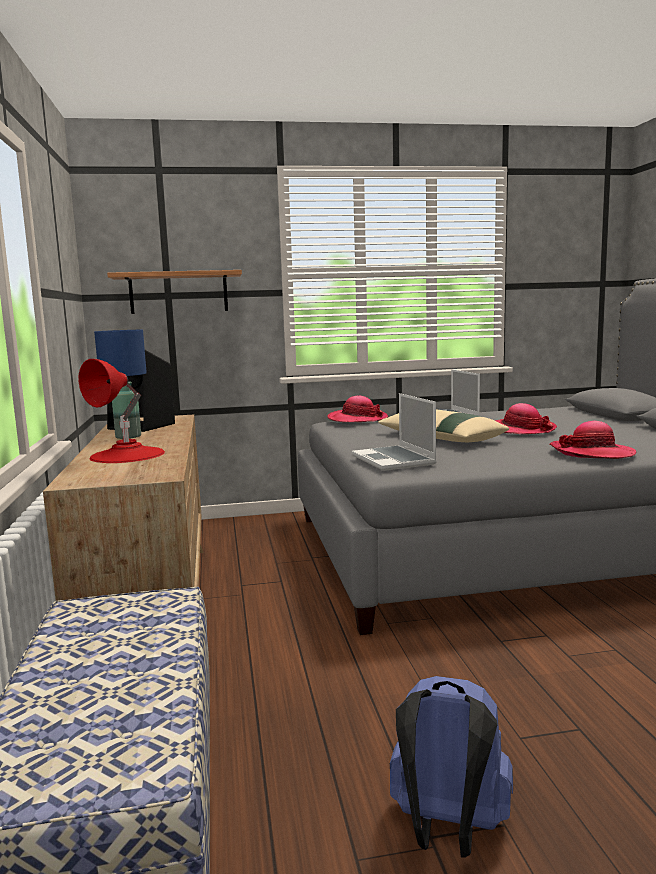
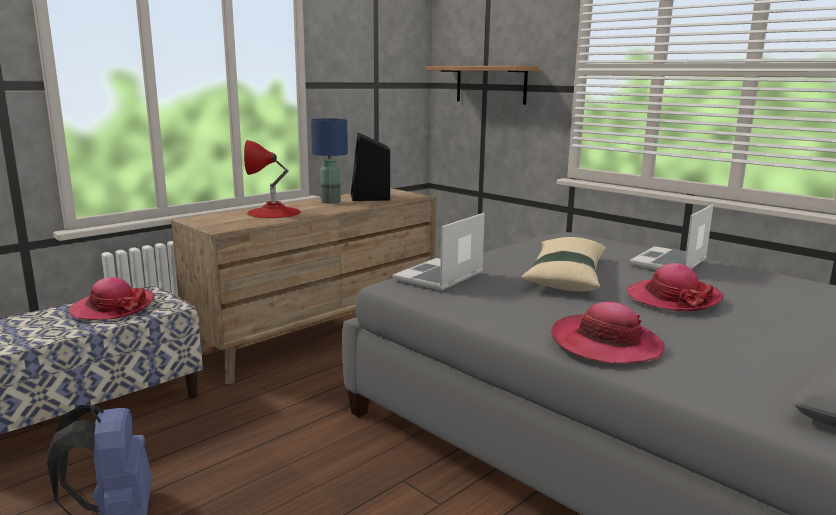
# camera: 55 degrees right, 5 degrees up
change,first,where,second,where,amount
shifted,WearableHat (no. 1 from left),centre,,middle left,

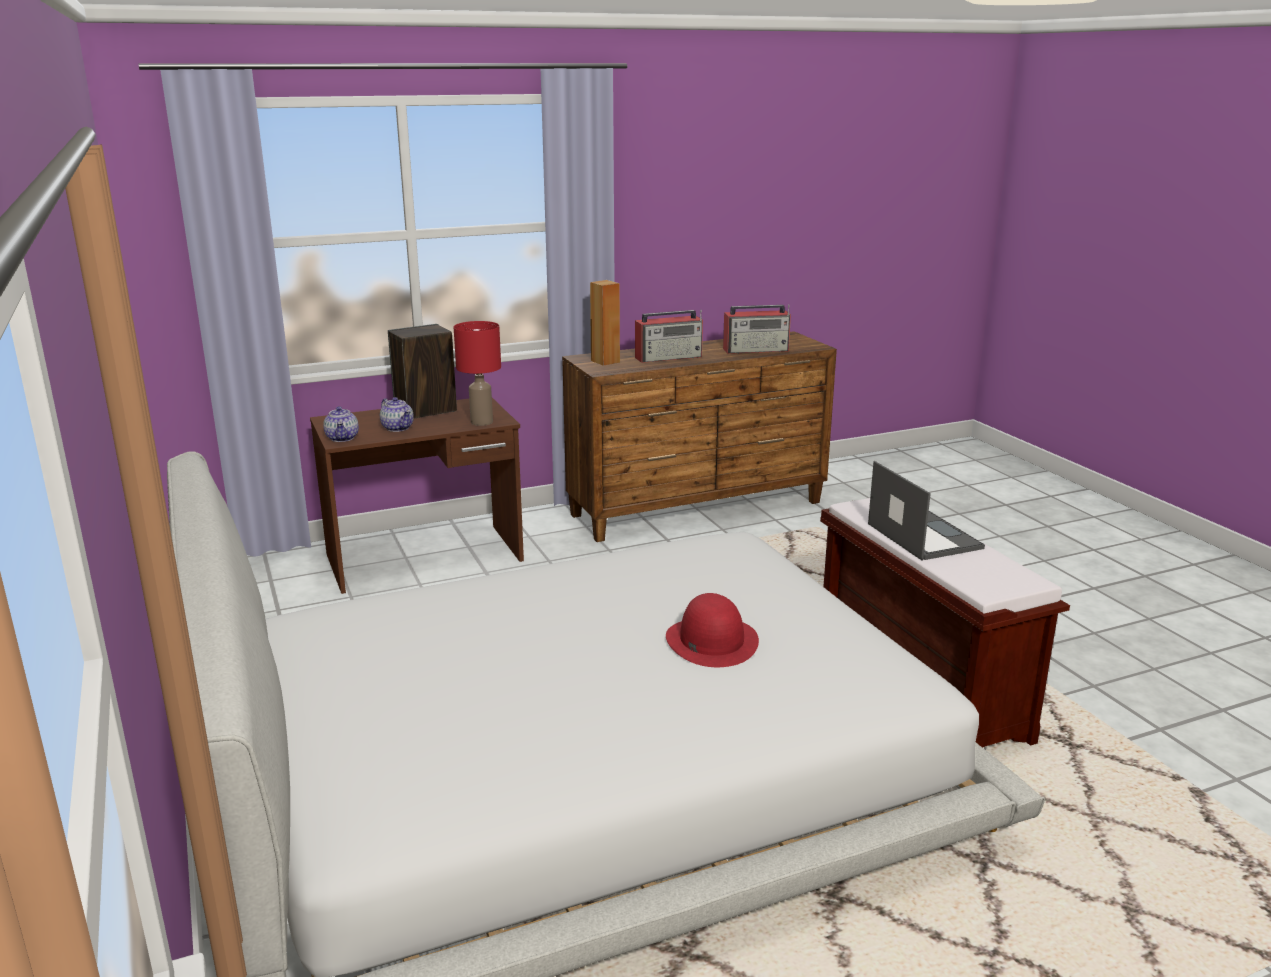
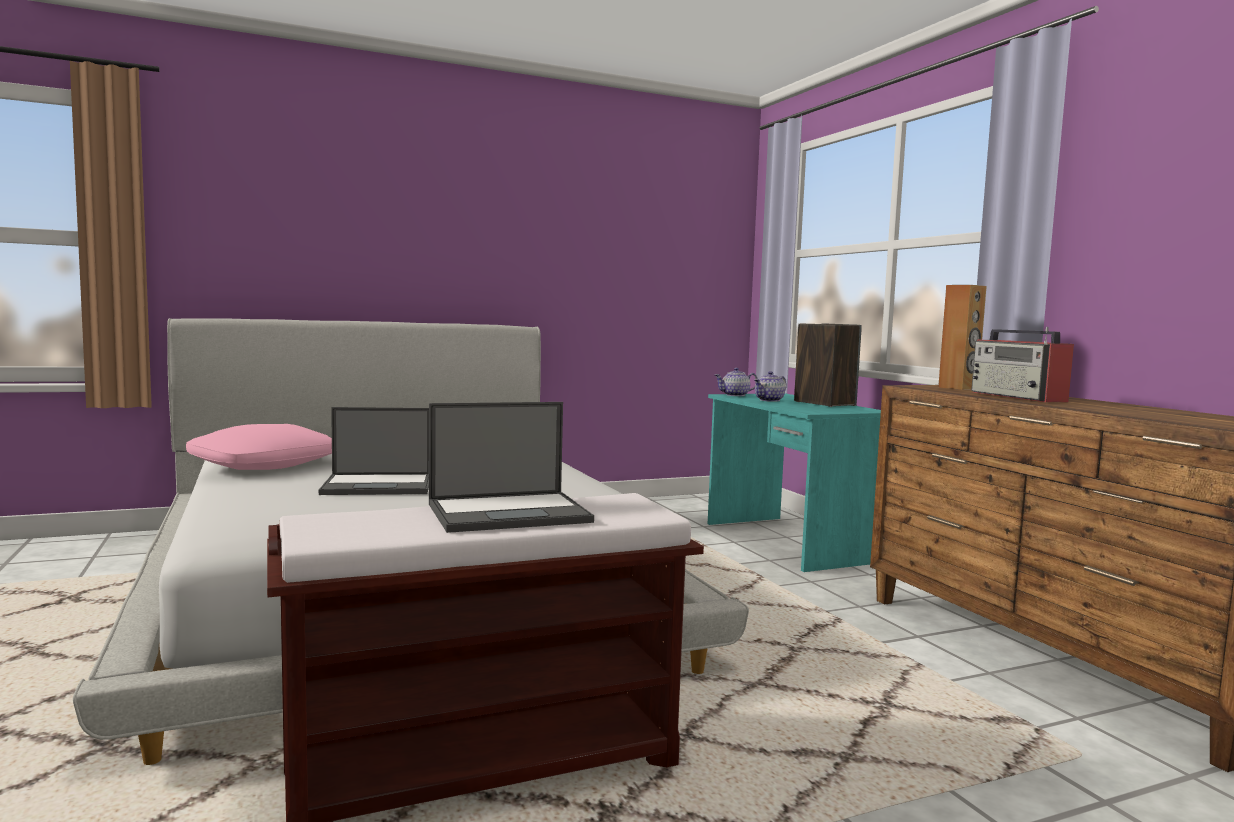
# camera: 90 degrees right, 15 degrees down
change,first,where,second,where,amount
repainted,BrownColouredDeskUnit,middle left,TurquoiseDeskUnit,centre,
gone,RedLampForATable,centre,,,
swapped,RedWearableHat,centre,NotebookComputer (no. 1 from left),middle left,
gone,RadioReceiver (no. 2 from left),centre,,,
new,,,PinkishCushion,middle left,

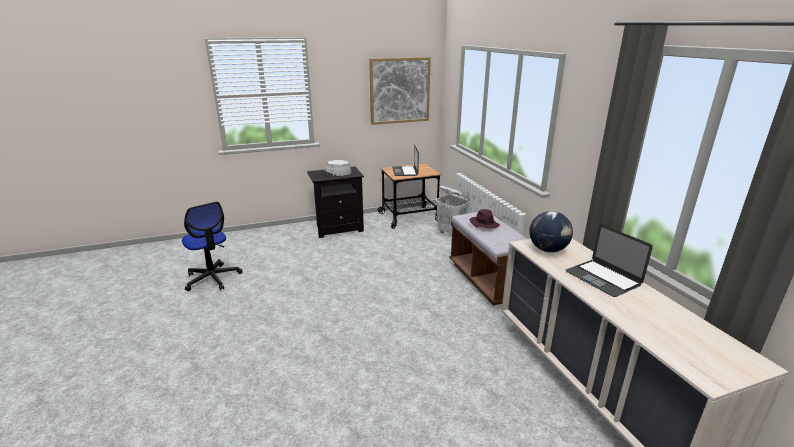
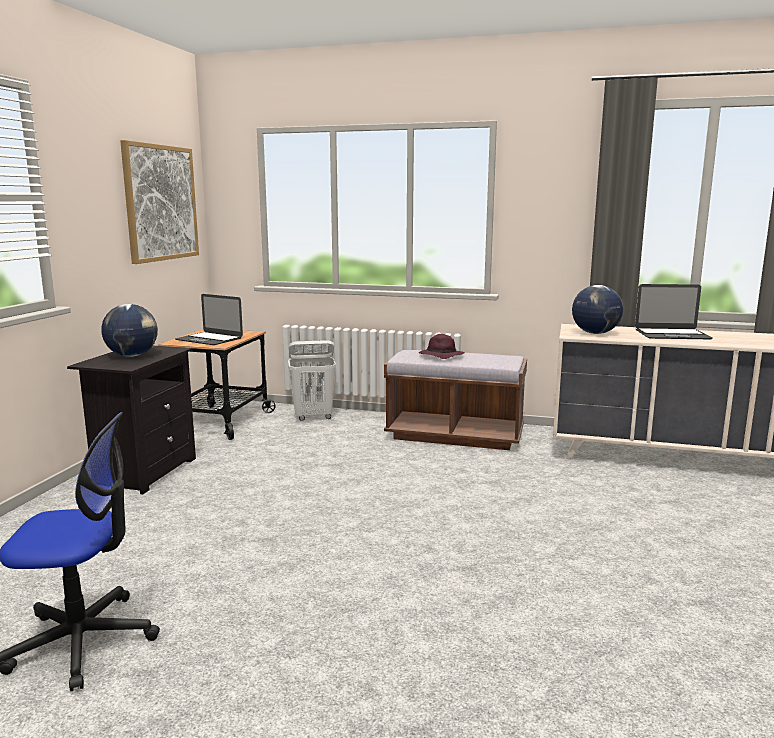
# camera: 55 degrees left, 10 degrees down
change,first,where,second,where,amount
swapped,GreyishWearableHat,centre,DeskGlobe (no. 1 from left),middle left,

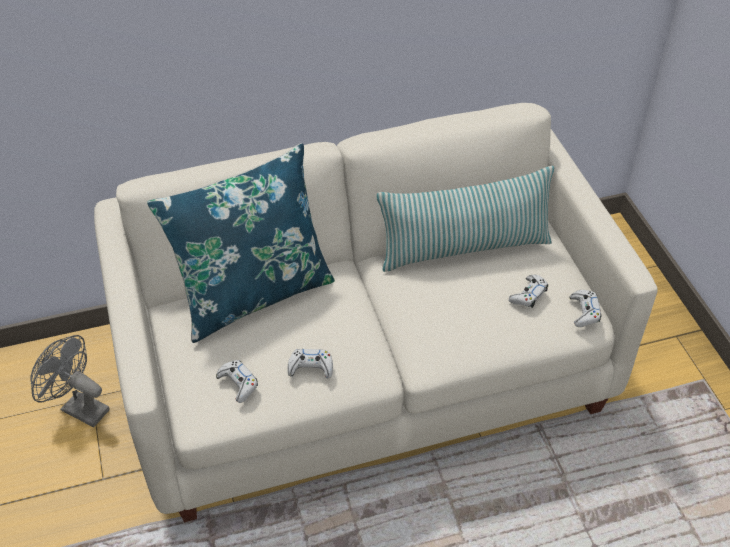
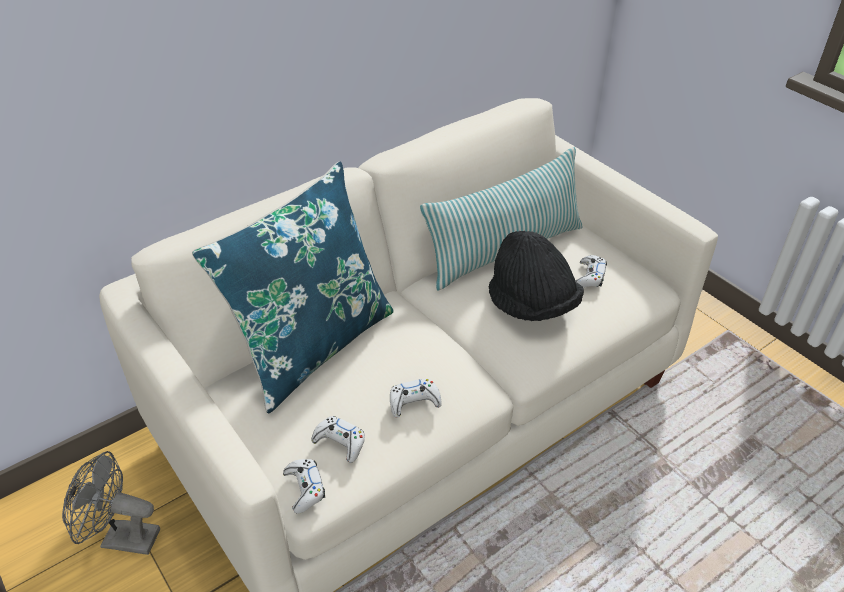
# camera: 20 degrees left, 5 degrees down
change,first,where,second,where,amount
shifted,WhiteColouredJoypad (no. 4 from left in the first image),middle right,WhiteColouredJoypad (no. 1 from left),bottom centre,
new,,,BlackishWearableHat,centre,

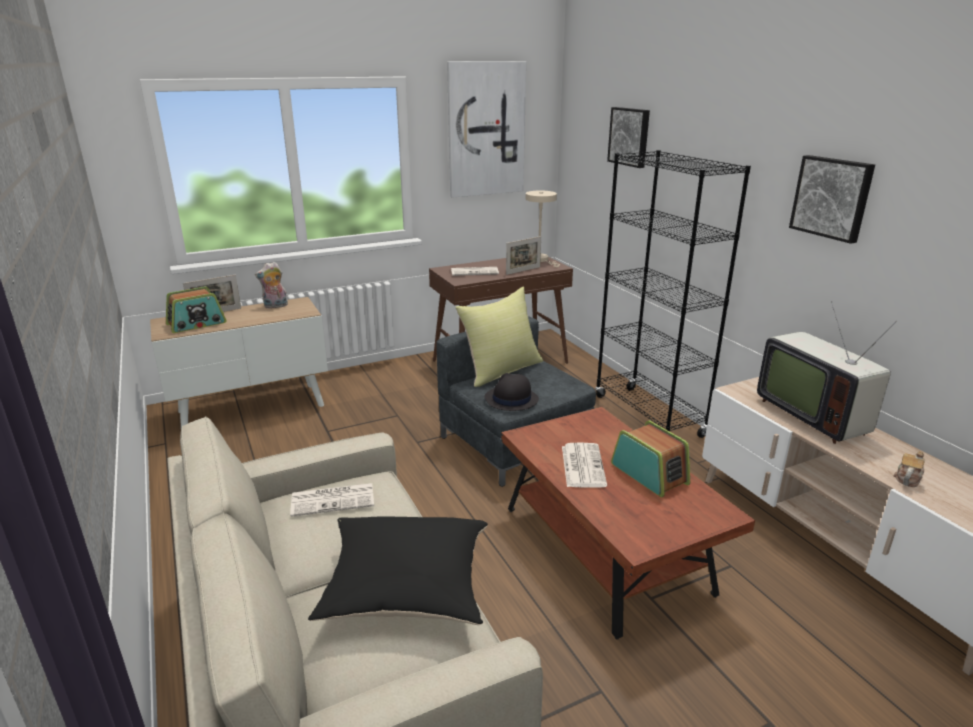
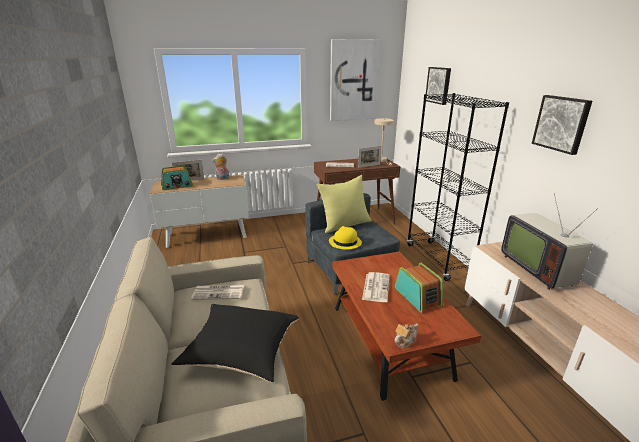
# camera: 10 degrees right, 0 degrees up
change,first,where,second,where,amount
repainted,BlackishWearableHat,centre,YellowishWearableHat,centre,
shifted,PotForTea,middle right,,bottom centre,

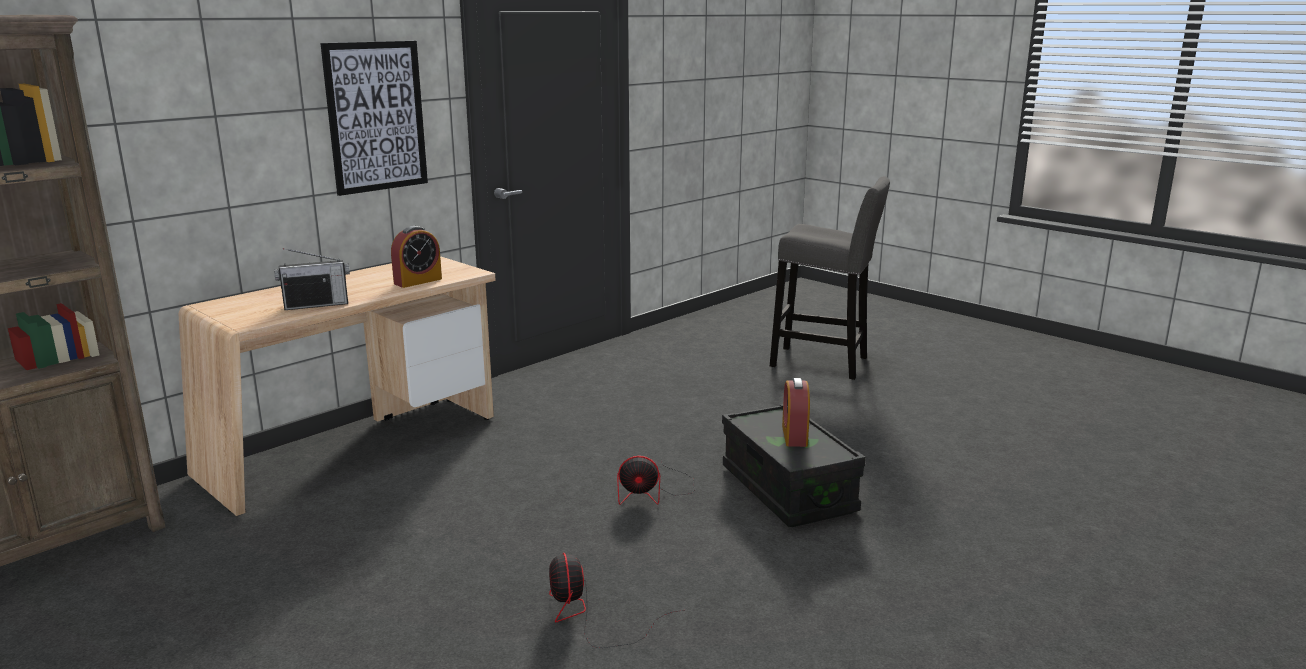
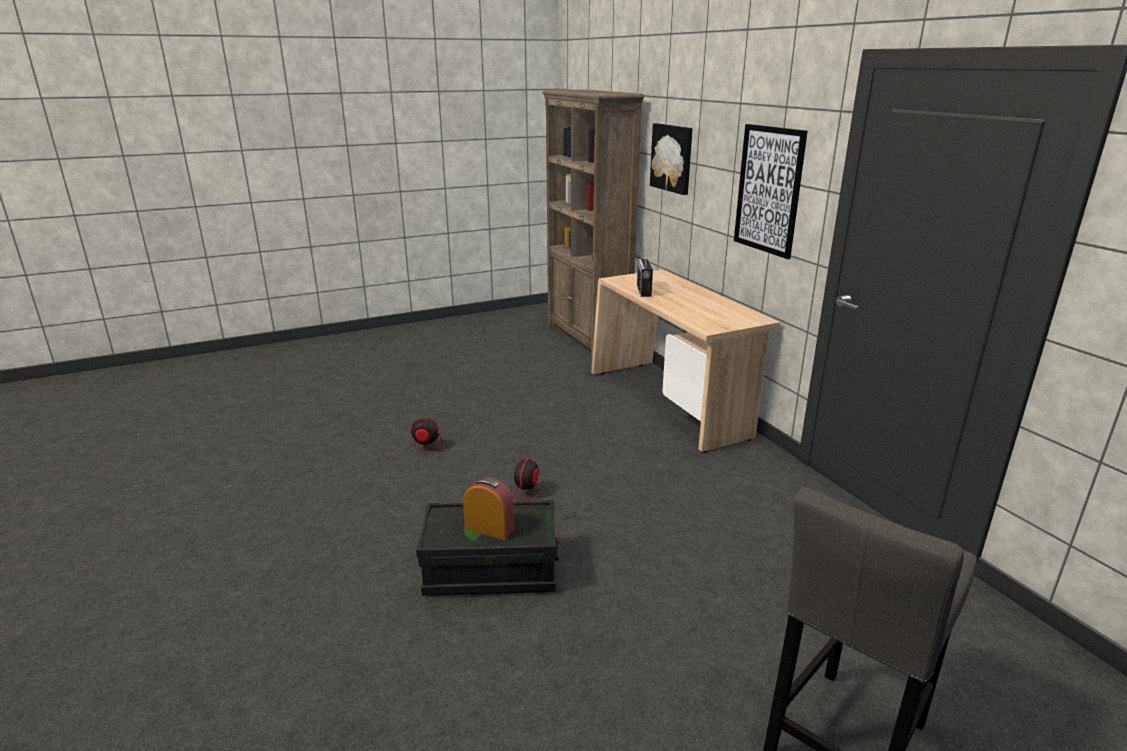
# camera: 110 degrees right, 5 degrees up
change,first,where,second,where,amount
gone,BedsideClock (no. 1 from left),middle left,,,
new,,,Picture (no. 1 from left),top centre,

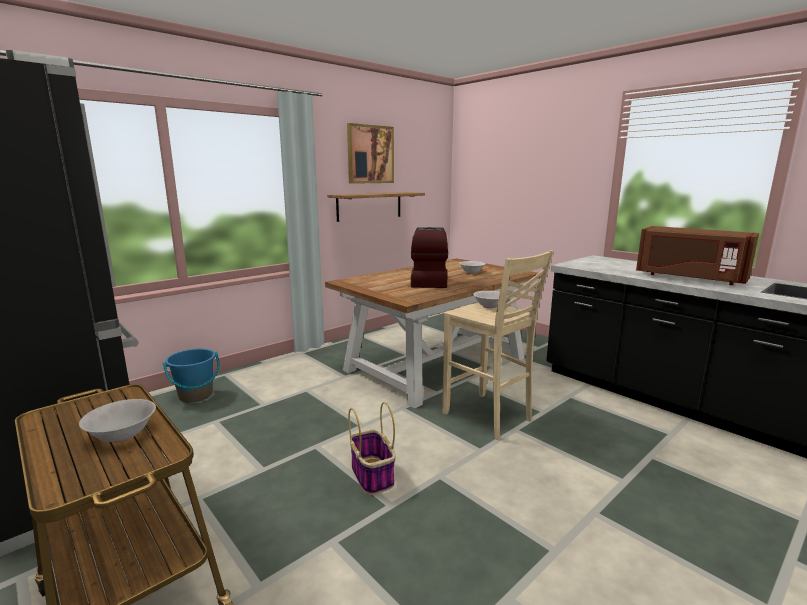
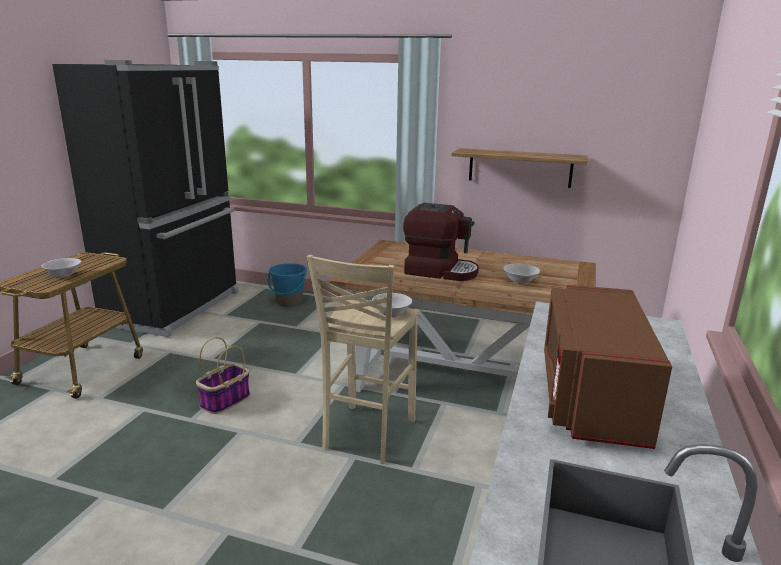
# camera: 60 degrees right, 5 degrees up
change,first,where,second,where,amount
gone,Picture,top centre,,,
rotated,CoffeeMachine,centre,,centre,45 degrees clockwise

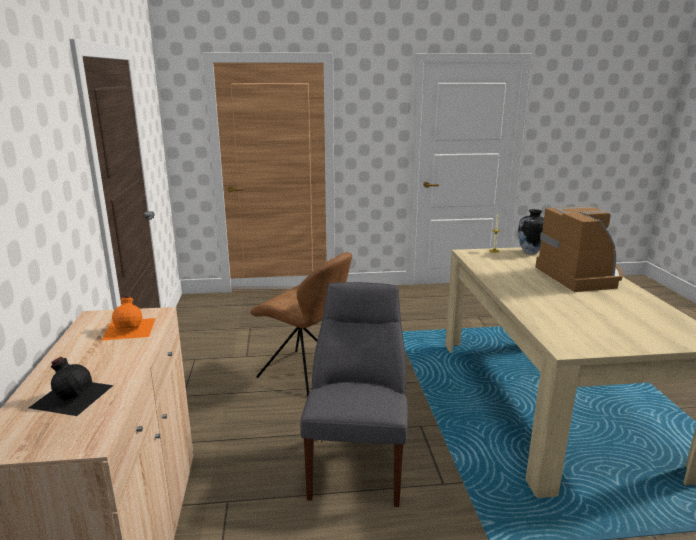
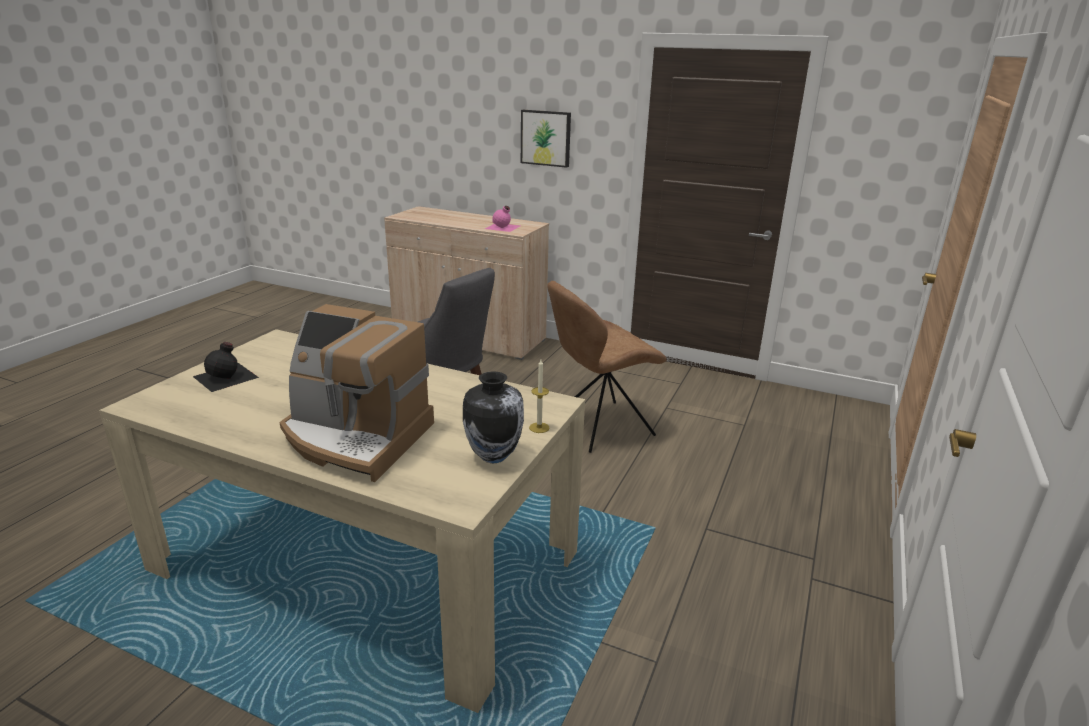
# camera: 120 degrees right, 5 degrees up
change,first,where,second,where,amount
shifted,BlackishBottle,bottom left,,middle left,
repainted,OrangeyBottle,middle left,PinkishBottle,top centre,
new,,,Picture,top centre,

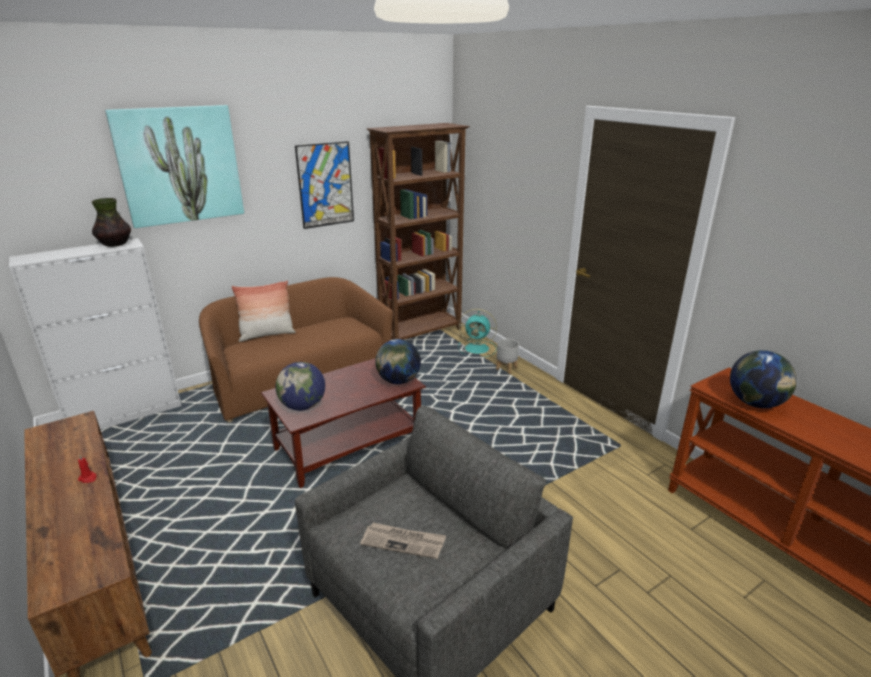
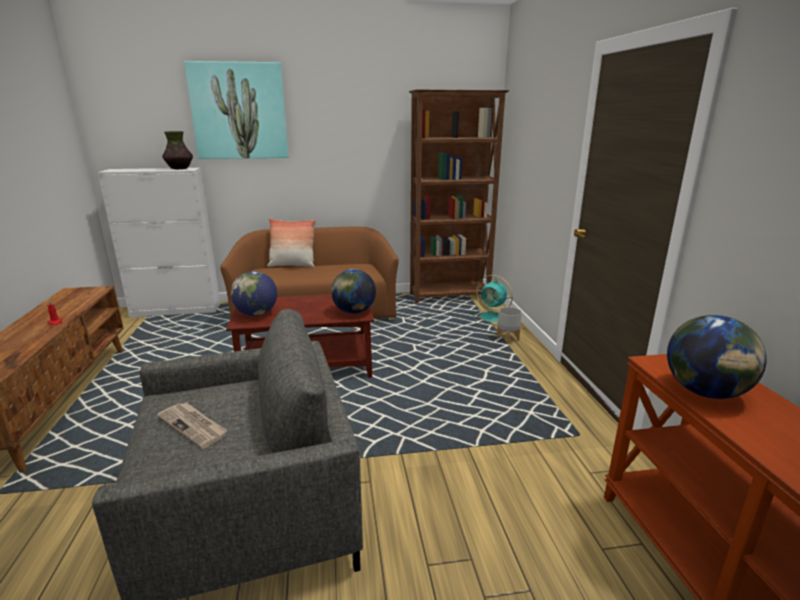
# camera: 25 degrees right, 5 degrees down
change,first,where,second,where,amount
gone,Picture (no. 2 from left),top centre,,,

